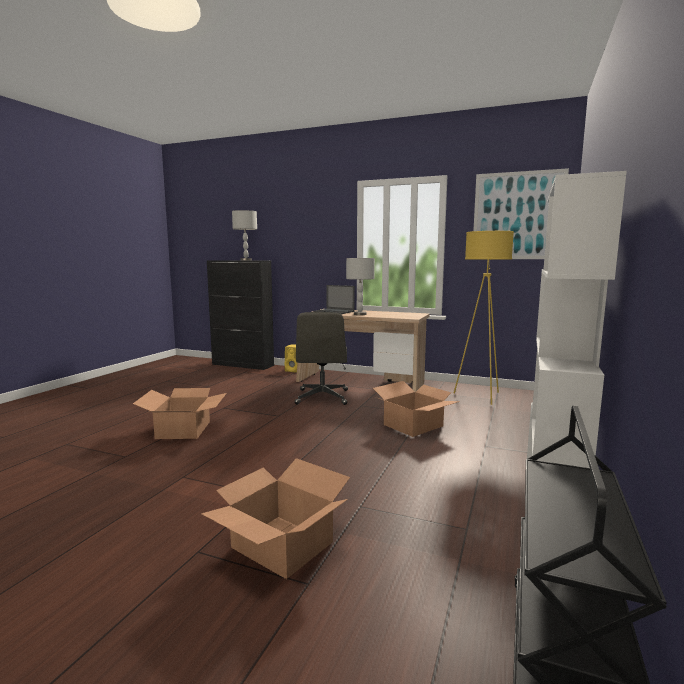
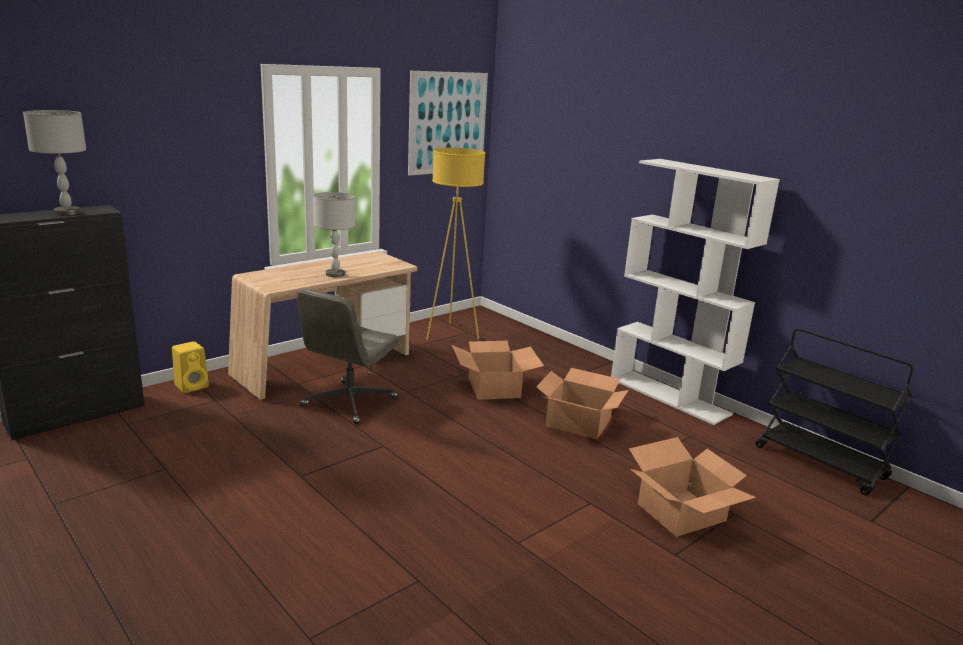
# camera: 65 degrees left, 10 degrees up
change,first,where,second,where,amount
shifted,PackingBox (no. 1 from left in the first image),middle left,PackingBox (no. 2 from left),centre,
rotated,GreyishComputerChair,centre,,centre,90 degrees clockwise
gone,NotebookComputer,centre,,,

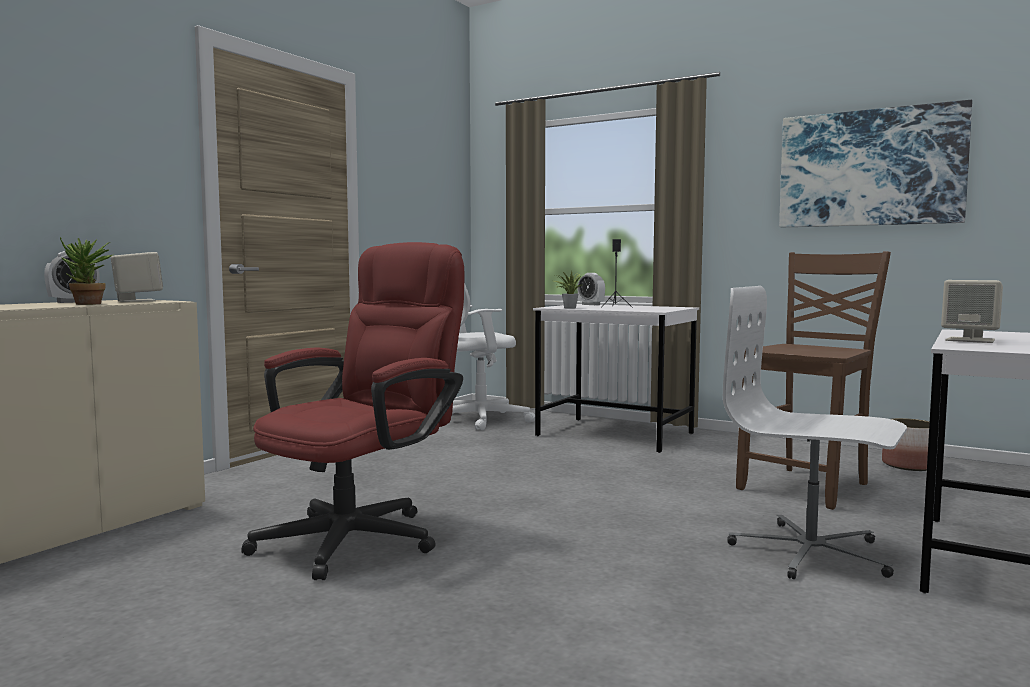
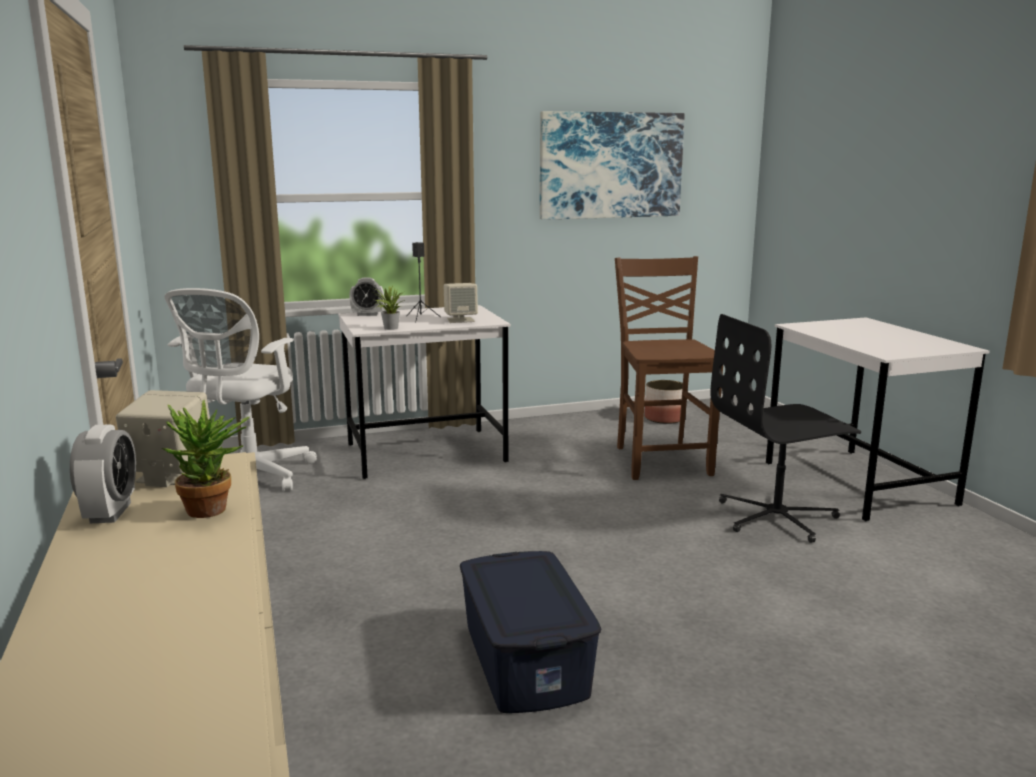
# camera: 50 degrees left, 10 degrees up
change,first,where,second,where,amount
swapped,RedComputerChair,centre,BluishStorageBin,bottom centre,
repainted,WhiteColouredComputerChair (no. 2 from left),middle right,BlackishComputerChair,middle right,
shifted,BeigeAudioSpeaker (no. 2 from left),middle right,,centre,

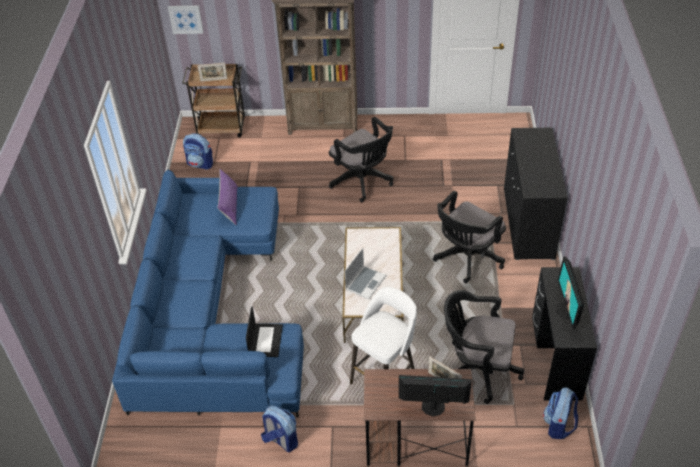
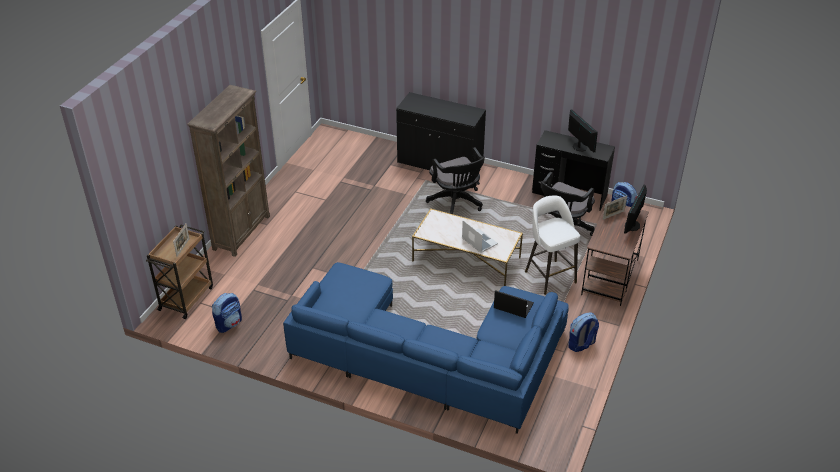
# camera: 70 degrees left, 5 degrees down
change,first,where,second,where,amount
gone,Picture,top left,,,
gone,PurpleColouredCushion,middle left,,,
gone,BlackishComputerChair (no. 1 from left),centre,,,
rotated,ComputerScreen (no. 2 from left in the first image),middle right,ComputerScreen (no. 1 from left),top right,135 degrees counterclockwise

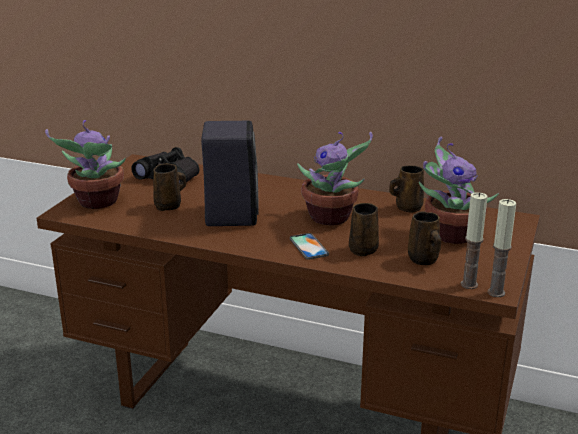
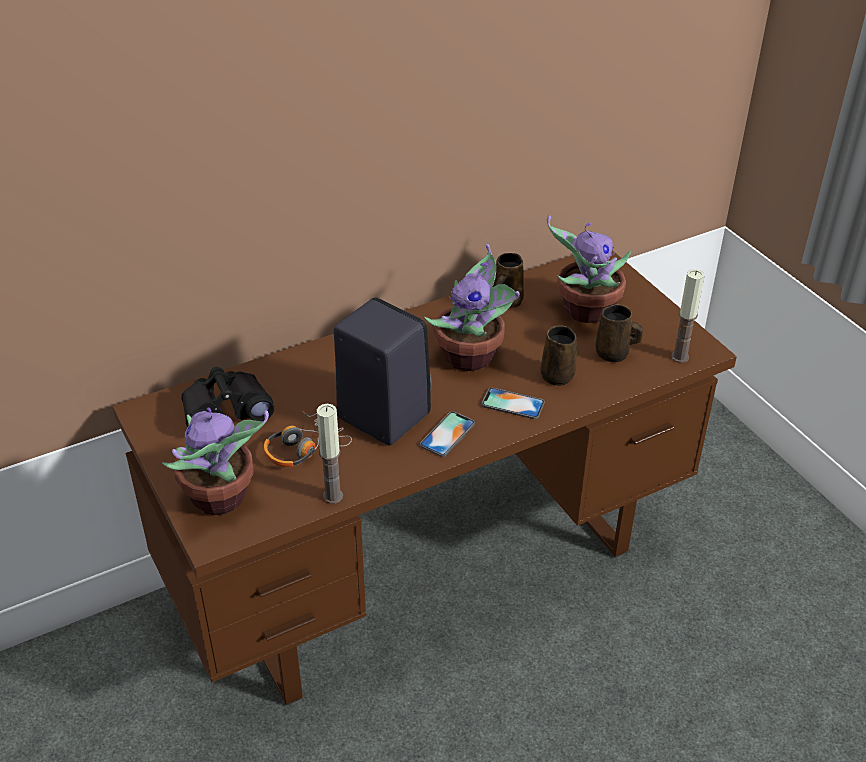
# camera: 50 degrees left, 15 degrees up
change,first,where,second,where,amount
swapped,BrownColouredTeaMug (no. 1 from left),middle left,Headset,centre,
shifted,WaxCandle (no. 2 from left in the first image),middle right,WaxCandle (no. 1 from left),centre,
new,,,Telephone (no. 1 from left),centre,

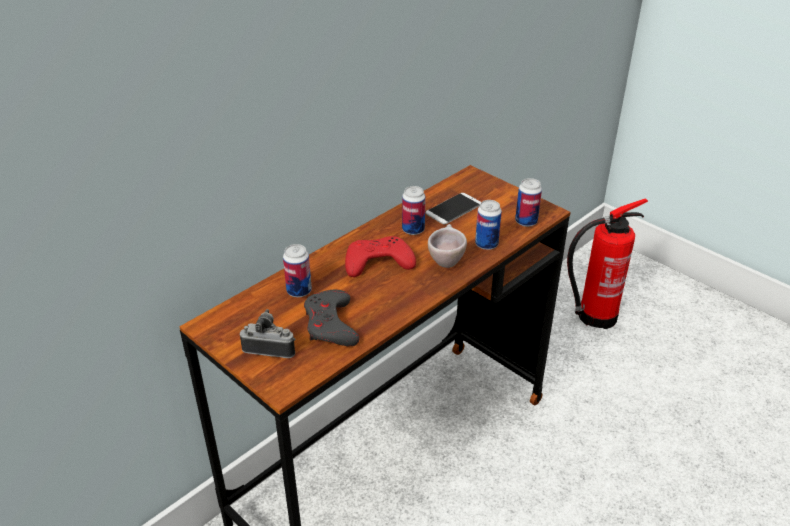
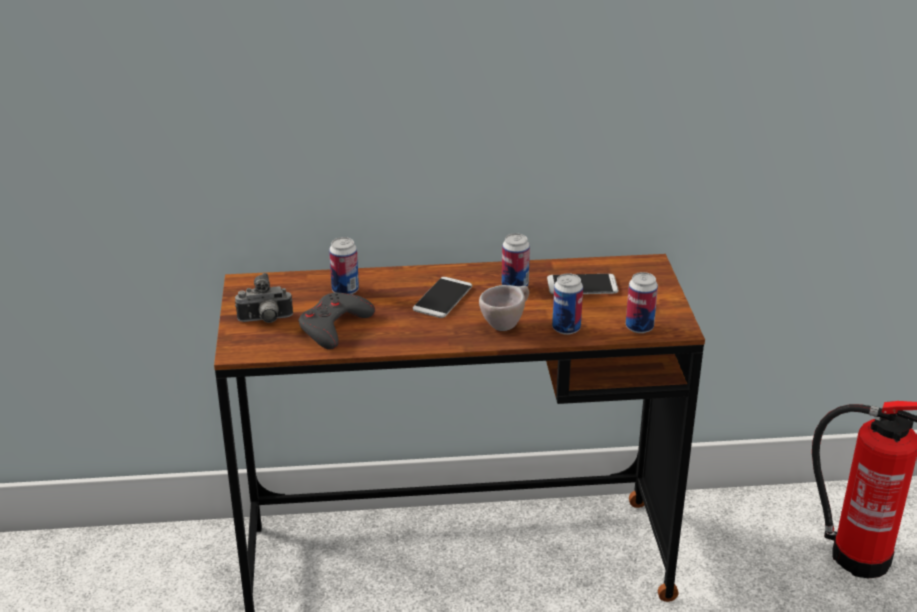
# camera: 40 degrees right, 5 degrees down
change,first,where,second,where,amount
rotated,StillCamera,centre,,middle left,120 degrees clockwise
swapped,RedJoypad,centre,Telephone (no. 1 from left),centre,

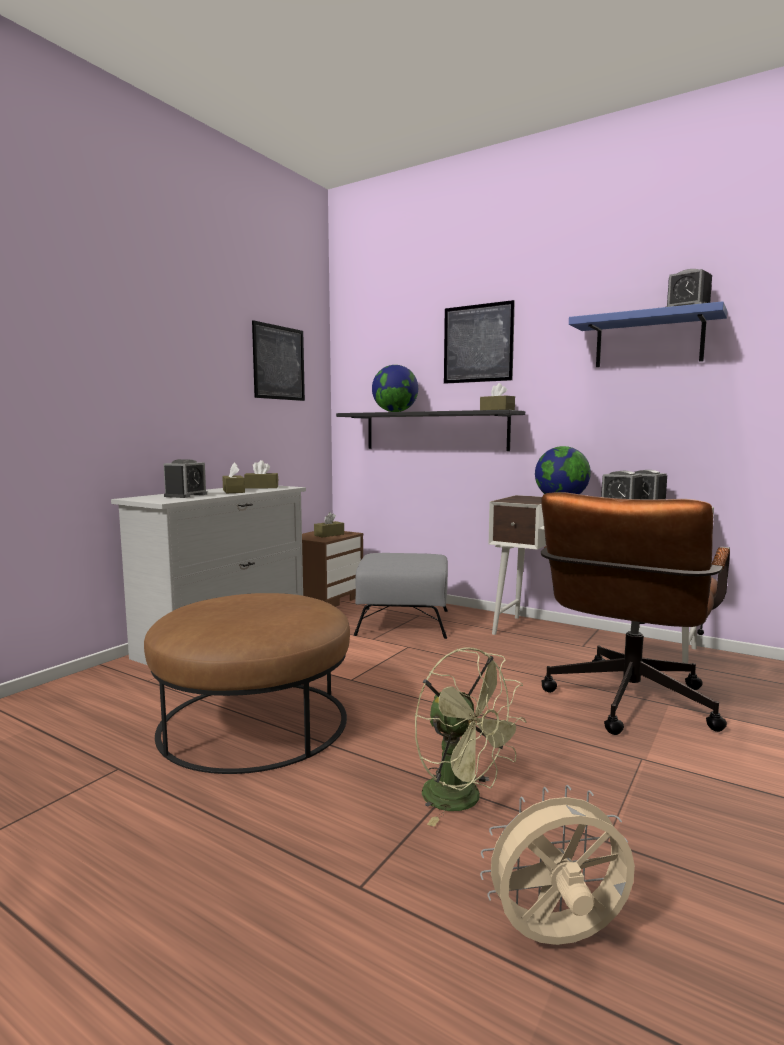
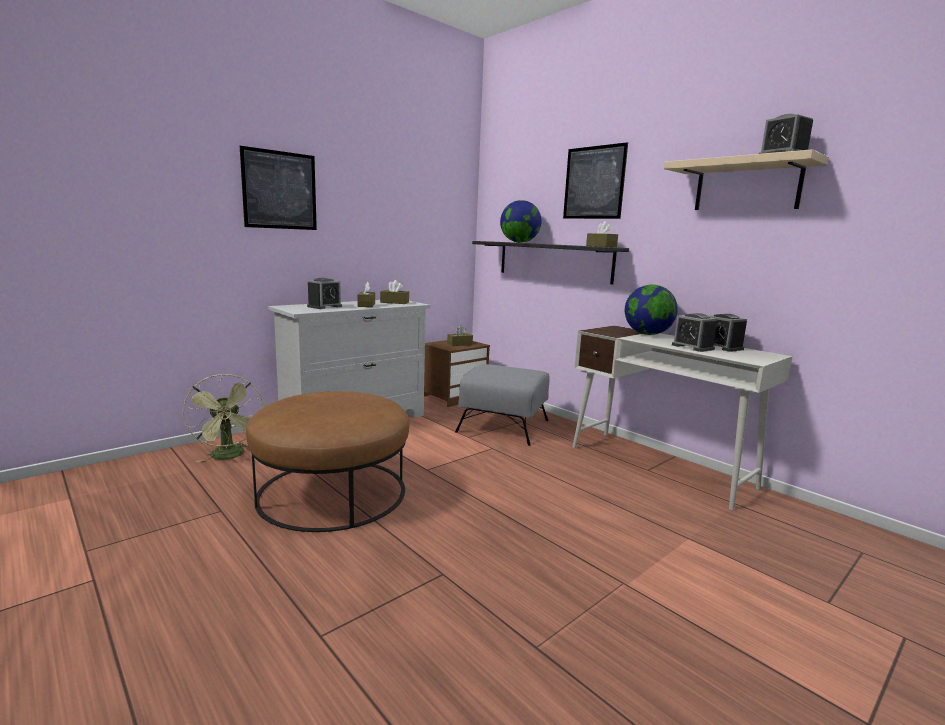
# camera: 15 degrees right, 5 degrees up
change,first,where,second,where,amount
shifted,Picture (no. 1 from left),centre,,top left,
shifted,GreenColouredCoolingFan,bottom centre,,middle left,
gone,BeigeCoolingFan,bottom right,,,
gone,BrownColouredComputerChair,middle right,,,
repainted,BluishWallShelf,top right,BeigeWallShelf,top right,

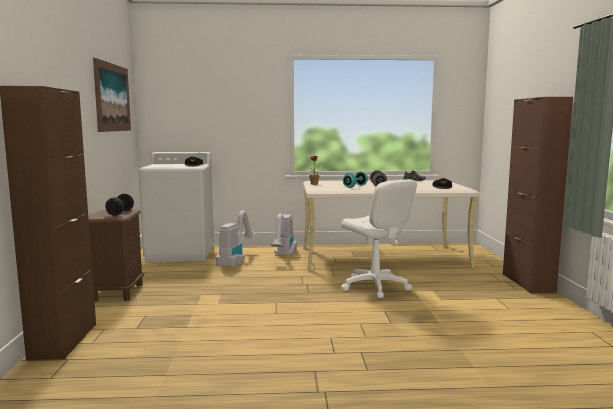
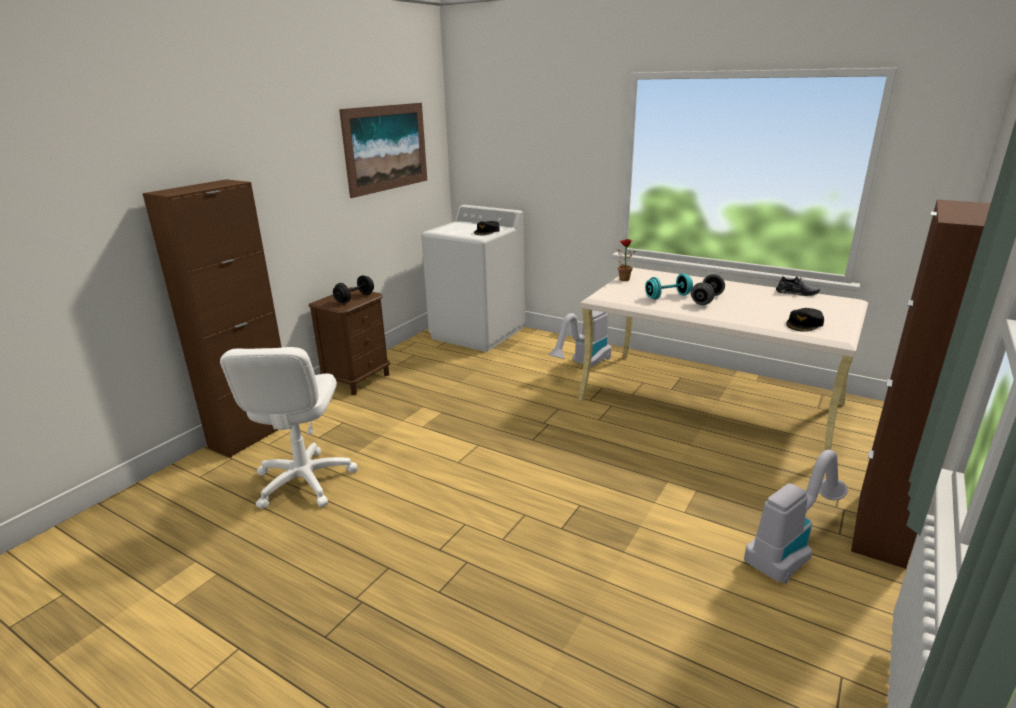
# camera: 35 degrees right, 15 degrees up
change,first,where,second,where,amount
shifted,Hoover (no. 1 from left in the first image),centre,Hoover (no. 2 from left),bottom right,
shifted,WhiteColouredComputerChair,centre,,middle left,

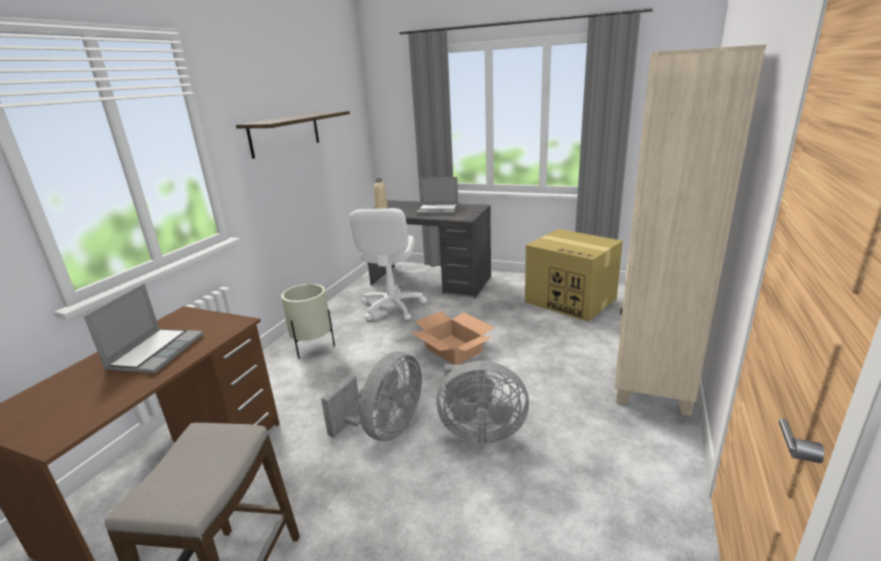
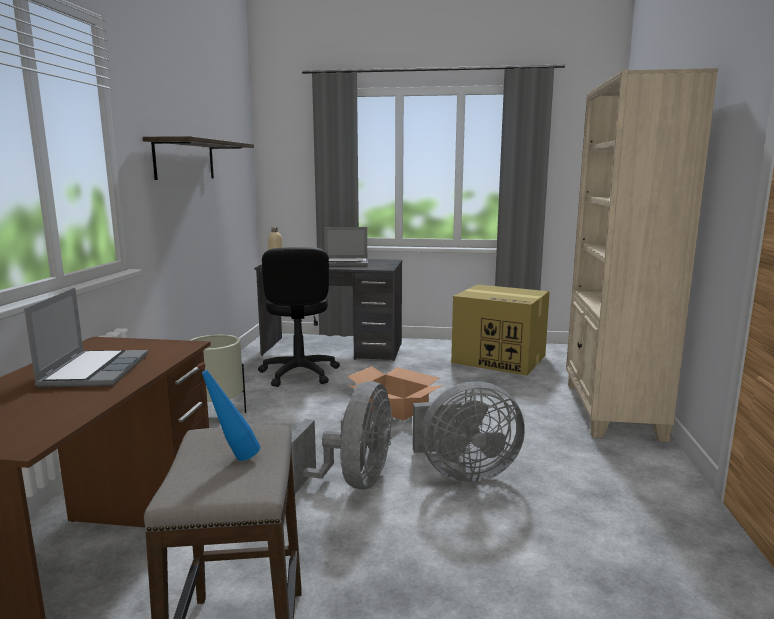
# camera: 15 degrees left, 10 degrees down
change,first,where,second,where,amount
repainted,WhiteColouredComputerChair,centre,BlackishComputerChair,centre,
new,,,BluishBottle,middle left,

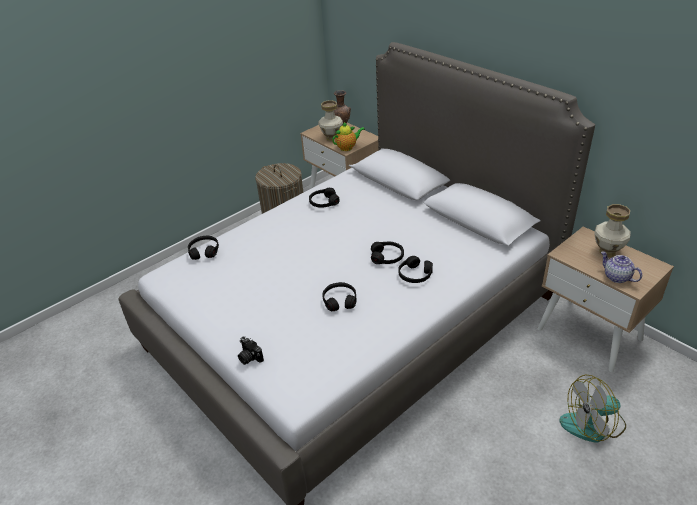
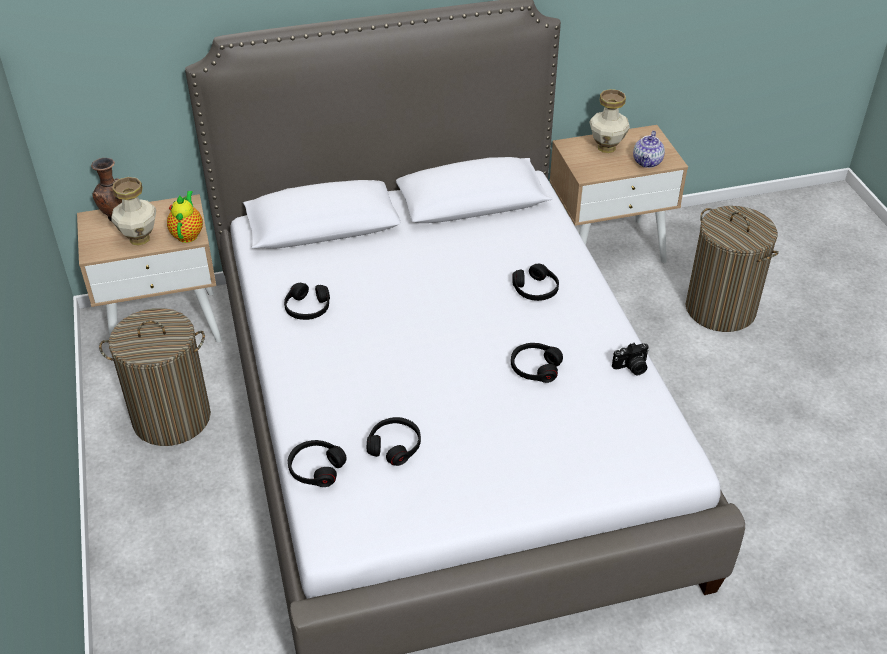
# camera: 65 degrees left, 5 degrees up
change,first,where,second,where,amount
shifted,StillCamera,bottom centre,,middle right,
shifted,BlackishHeadset (no. 4 from left in the first image),centre,BlackishHeadset (no. 3 from left),bottom centre,
swapped,CoolingFan,bottom right,LaundryBasket (no. 2 from left),middle right,
rotated,PotForTea (no. 2 from left),middle right,,top right,60 degrees counterclockwise

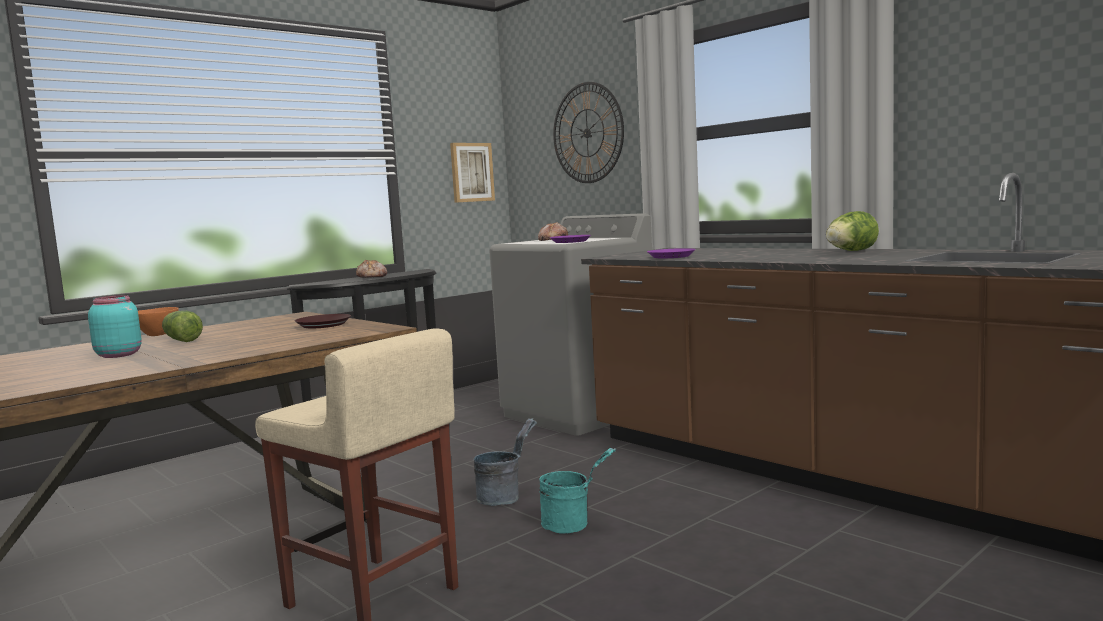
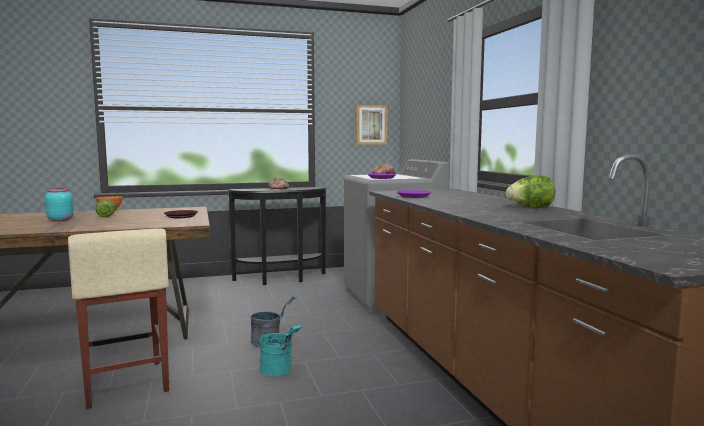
# camera: 25 degrees right, 0 degrees up
change,first,where,second,where,amount
gone,HangingClock,top centre,,,

